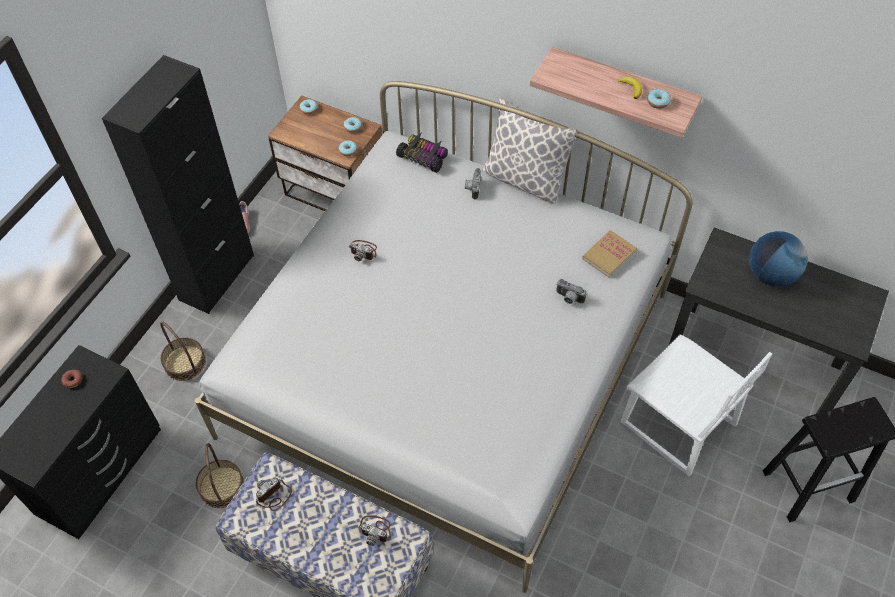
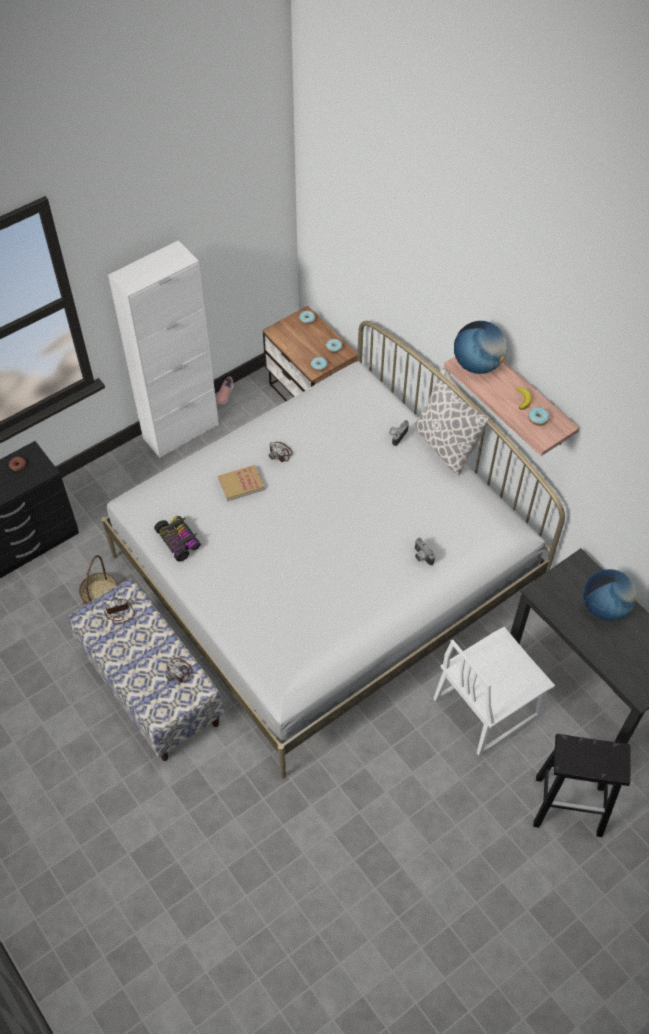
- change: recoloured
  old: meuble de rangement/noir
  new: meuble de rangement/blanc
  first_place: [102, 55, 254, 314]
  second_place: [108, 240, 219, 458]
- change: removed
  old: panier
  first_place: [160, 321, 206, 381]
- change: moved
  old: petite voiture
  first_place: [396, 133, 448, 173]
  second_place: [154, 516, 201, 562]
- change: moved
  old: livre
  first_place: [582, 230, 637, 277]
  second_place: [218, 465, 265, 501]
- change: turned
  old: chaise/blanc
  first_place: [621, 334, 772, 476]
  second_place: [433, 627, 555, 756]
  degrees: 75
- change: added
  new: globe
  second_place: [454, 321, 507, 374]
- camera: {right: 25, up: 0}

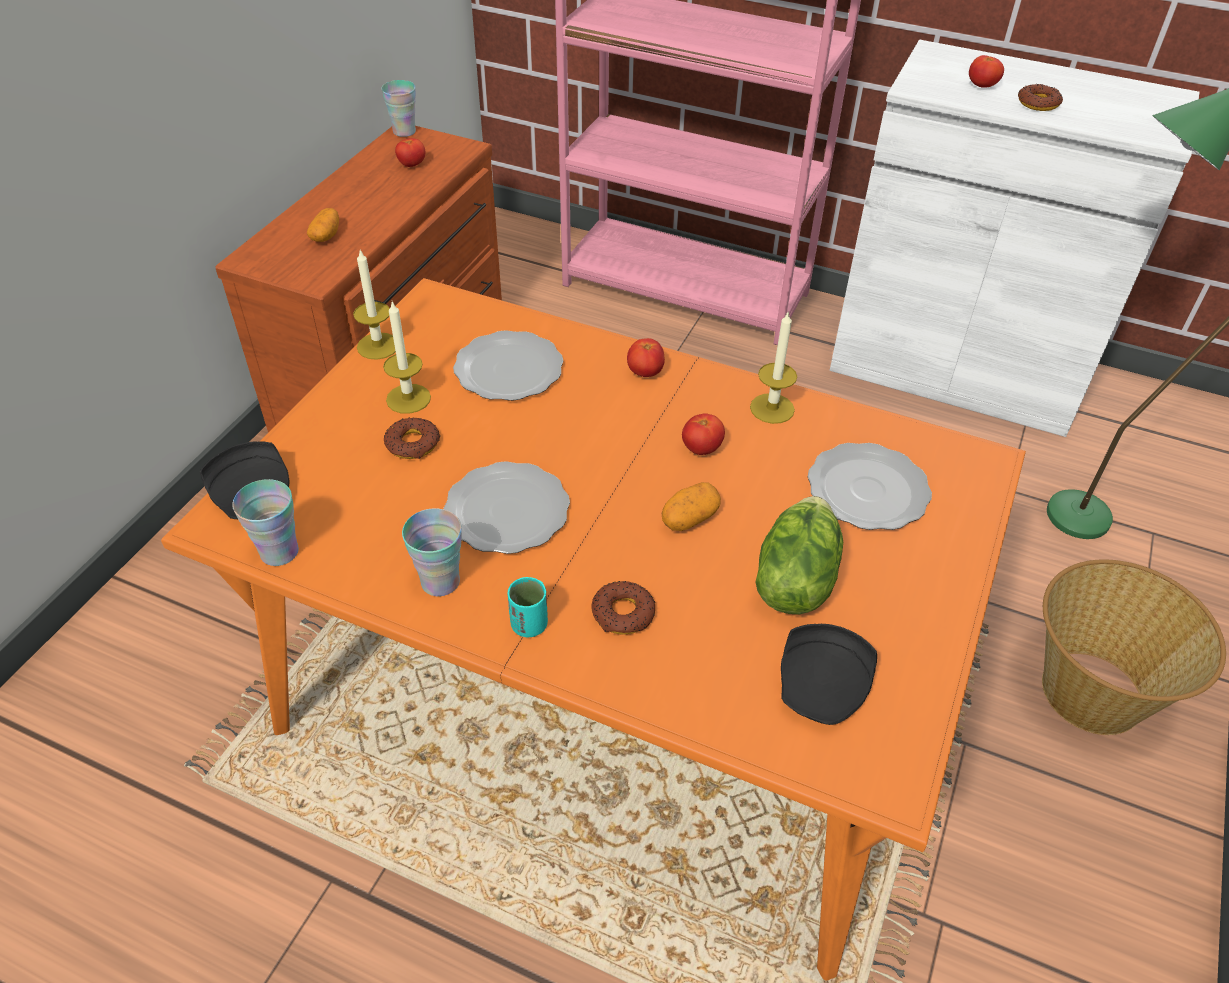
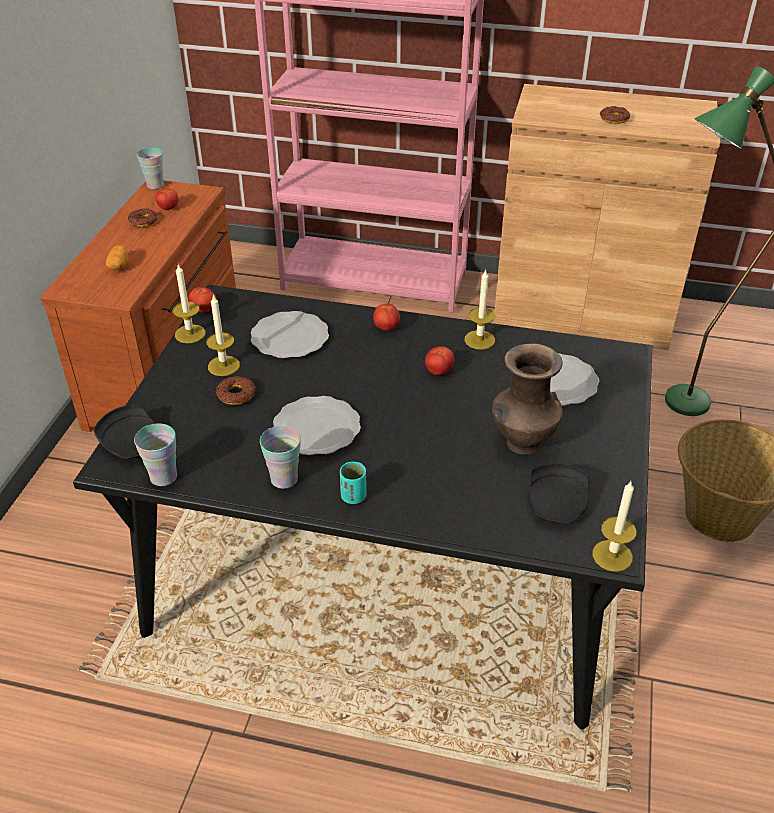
- change: recoloured
  old: table à manger/orange
  new: table à manger/noir
  first_place: [161, 278, 1026, 981]
  second_place: [73, 285, 652, 729]
- change: moved
  old: beignet
  first_place: [591, 581, 655, 635]
  second_place: [128, 208, 158, 227]
- change: removed
  old: pomme de terre
  first_place: [662, 482, 721, 531]
- change: replaced
  old: laitue
  new: vase/marron
  first_place: [755, 496, 843, 615]
  second_place: [492, 344, 563, 455]
- change: recoloured
  old: meuble de rangement/blanc
  new: meuble de rangement/marron
  first_place: [830, 40, 1200, 437]
  second_place: [493, 84, 720, 350]
- change: moved
  old: tomate
  first_place: [969, 55, 1004, 88]
  second_place: [189, 287, 217, 313]
- change: added
  new: bougie
  second_place: [592, 481, 637, 572]
- camera: {right: -10, up: -5}

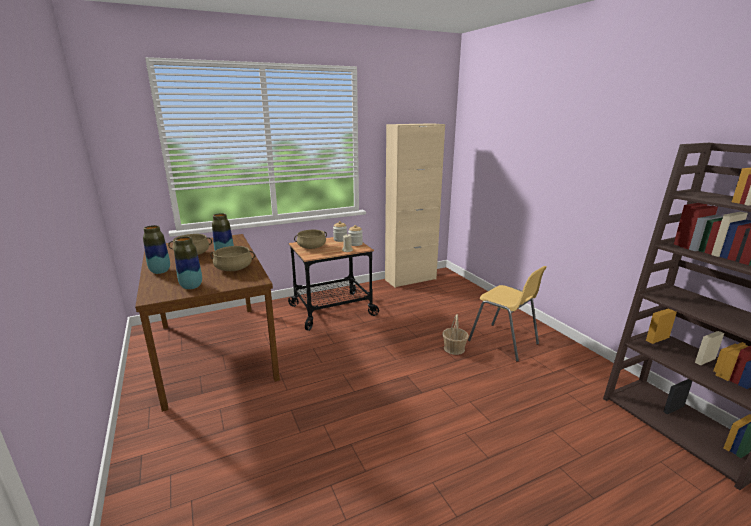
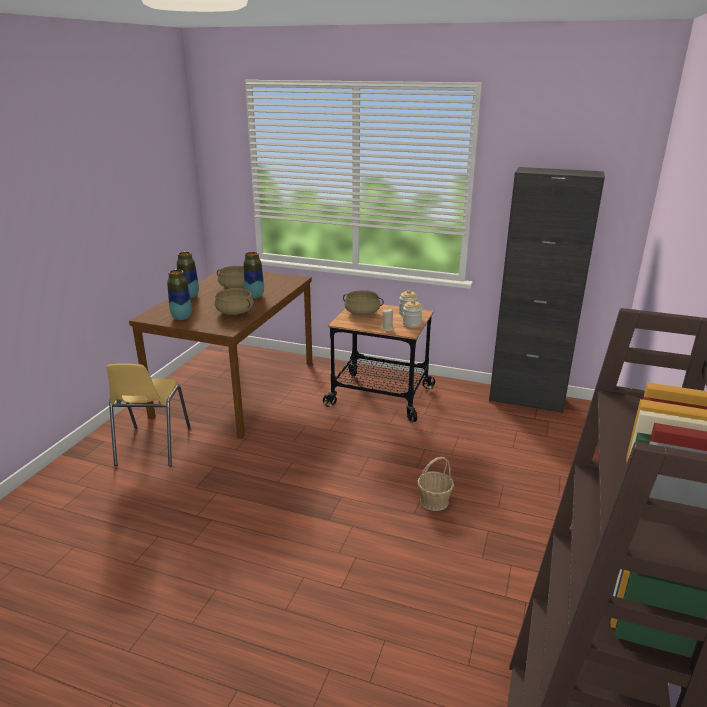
- change: recoloured
  old: meuble de rangement/beige
  new: meuble de rangement/noir
  first_place: [385, 123, 445, 288]
  second_place: [489, 167, 605, 414]
- change: moved
  old: chaise/jaune
  first_place: [468, 266, 547, 361]
  second_place: [107, 364, 191, 467]
- camera: {right: 45, up: 5}

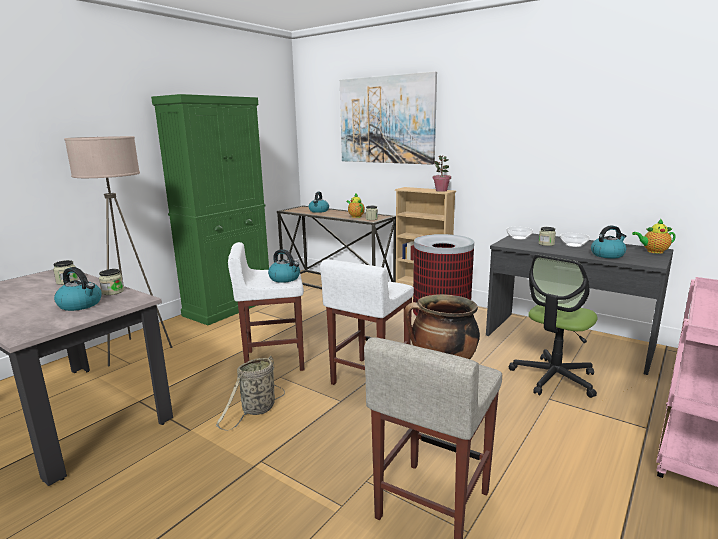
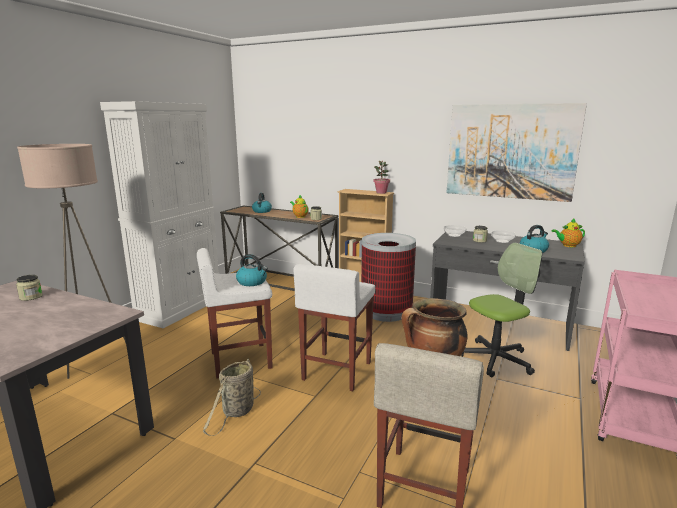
- change: removed
  old: bouilloire
  first_place: [54, 267, 102, 311]
- change: removed
  old: bocal
  first_place: [99, 269, 124, 295]
- change: recoloured
  old: meuble de rangement/vert
  new: meuble de rangement/blanc
  first_place: [151, 94, 269, 325]
  second_place: [100, 101, 219, 328]
- change: moved
  old: tableau
  first_place: [340, 71, 437, 165]
  second_place: [446, 103, 587, 202]
- change: turned
  old: chaise de bureau
  first_place: [509, 255, 597, 398]
  second_place: [461, 243, 542, 377]
  degrees: -150
- camera: {right: -10, up: 0}

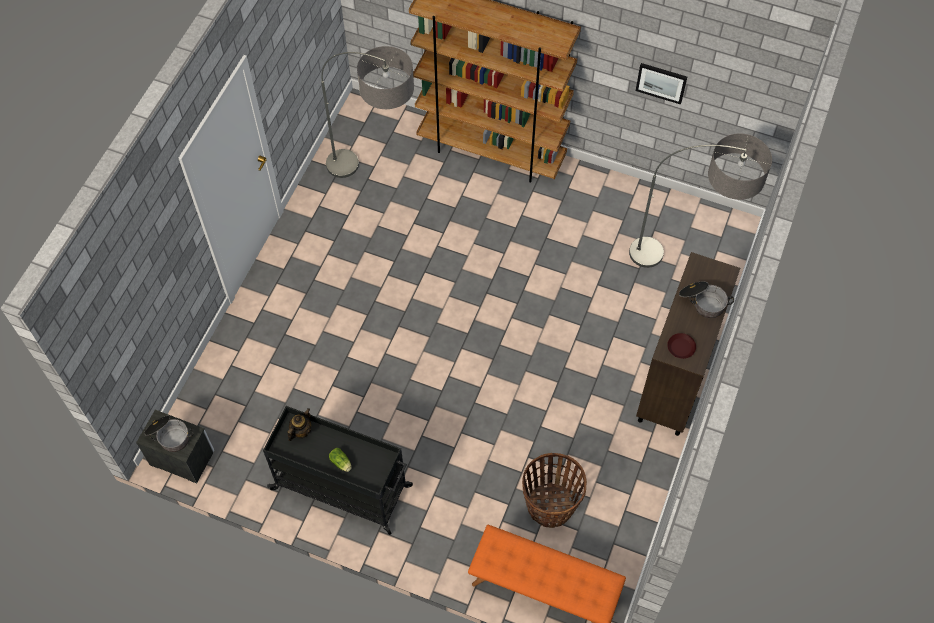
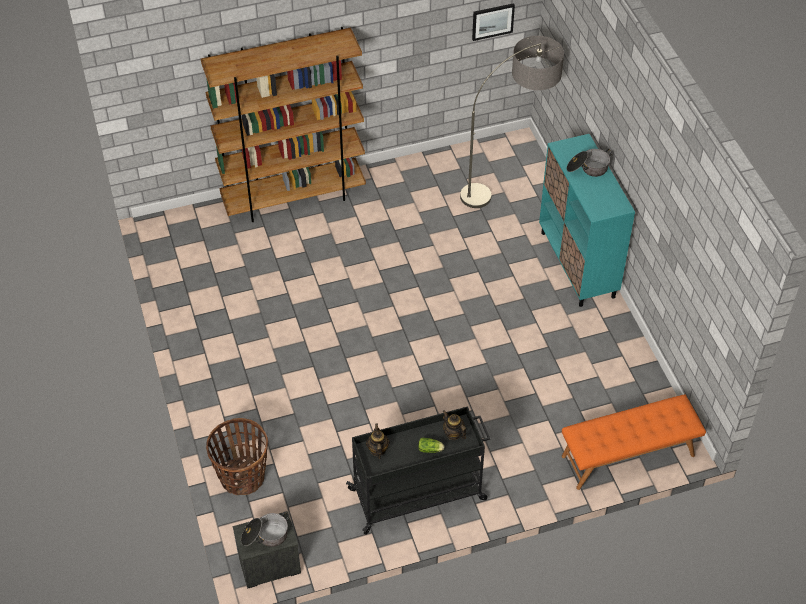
- change: removed
  old: lampadaire
  first_place: [321, 46, 414, 178]
- change: moved
  old: panier
  first_place: [522, 453, 587, 528]
  second_place: [206, 418, 268, 495]
- change: moved
  old: tableau
  first_place: [636, 63, 687, 105]
  second_place: [472, 3, 515, 41]
- change: recoloured
  old: meuble de rangement/marron
  new: meuble de rangement/turquoise
  first_place: [636, 252, 740, 436]
  second_place: [539, 134, 635, 307]
- change: removed
  old: assiette/marron
  first_place: [667, 333, 696, 359]
- change: added
  new: théière
  second_place: [443, 410, 466, 440]
- camera: {right: -40, up: -10}

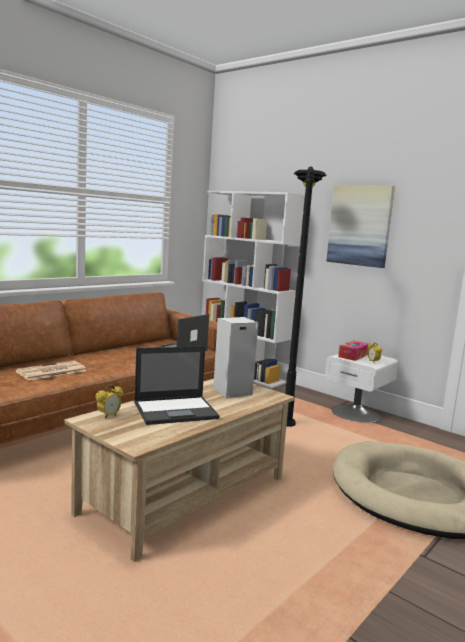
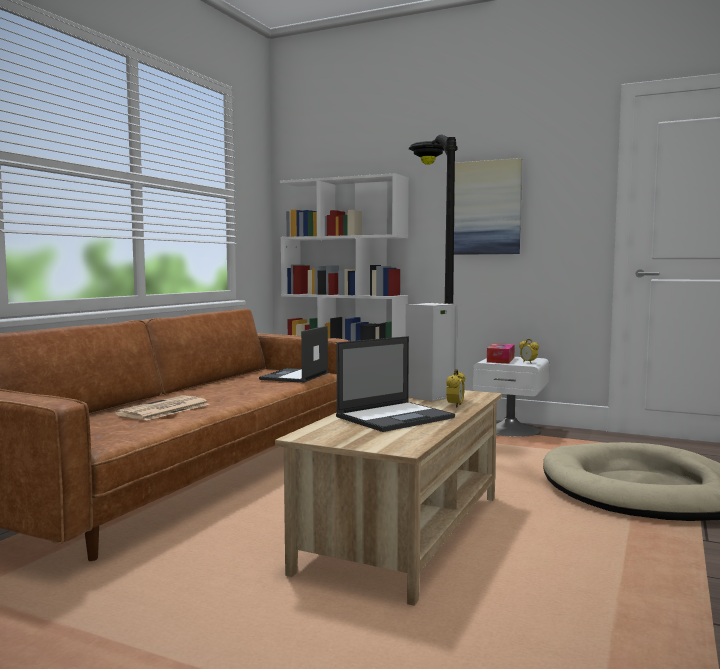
- change: moved
  old: réveil
  first_place: [95, 385, 123, 419]
  second_place: [446, 369, 466, 408]
- camera: {right: -15, up: -5}

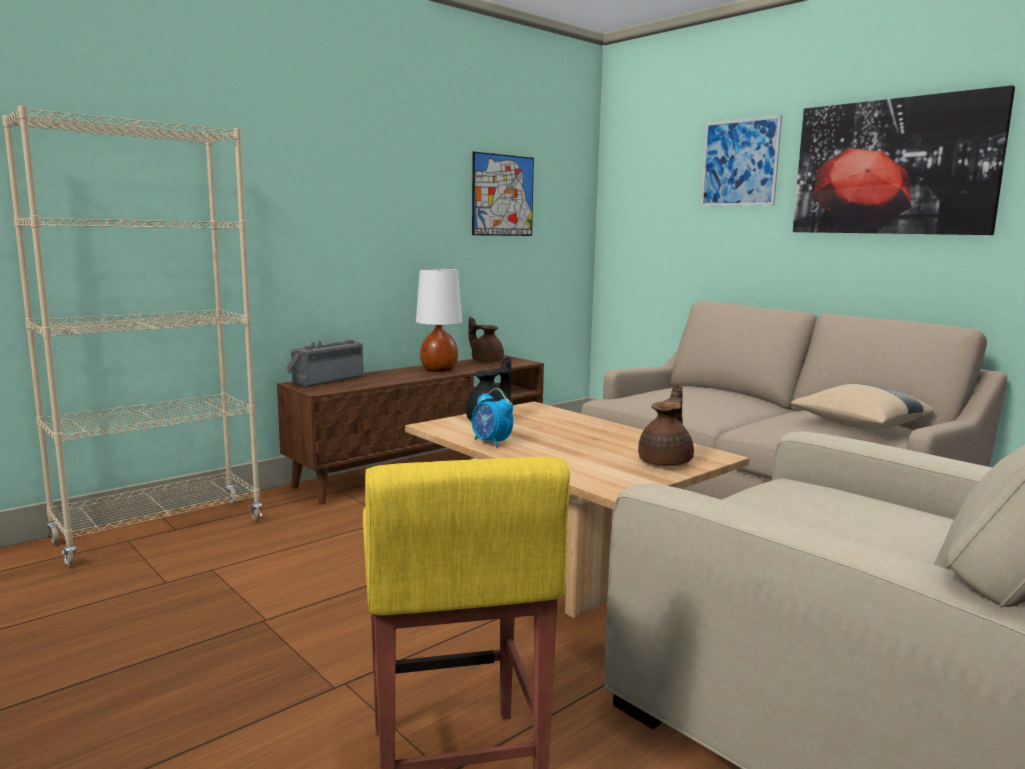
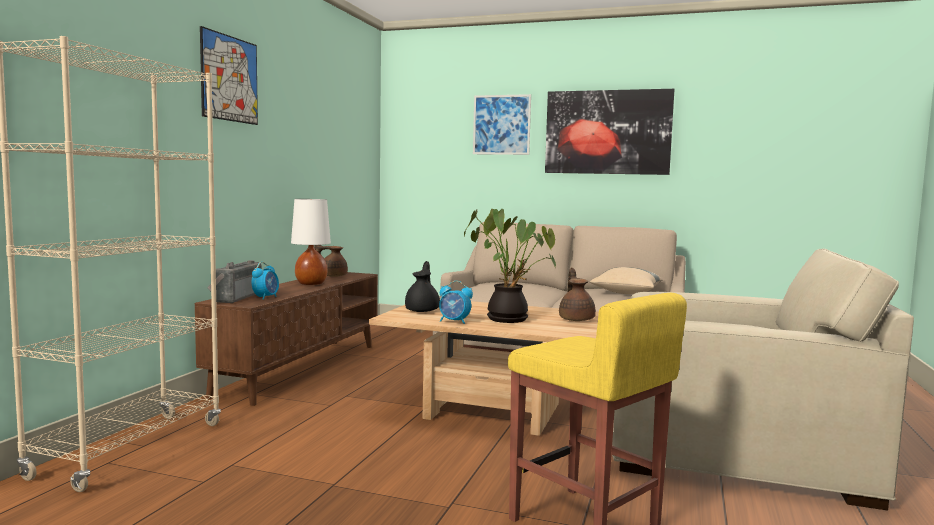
- change: moved
  old: tableau
  first_place: [472, 152, 534, 236]
  second_place: [200, 26, 258, 125]
- change: added
  new: réveil
  second_place: [252, 262, 279, 300]
- change: added
  new: plante en pot
  second_place: [464, 209, 556, 323]
- camera: {right: -30, up: -5}

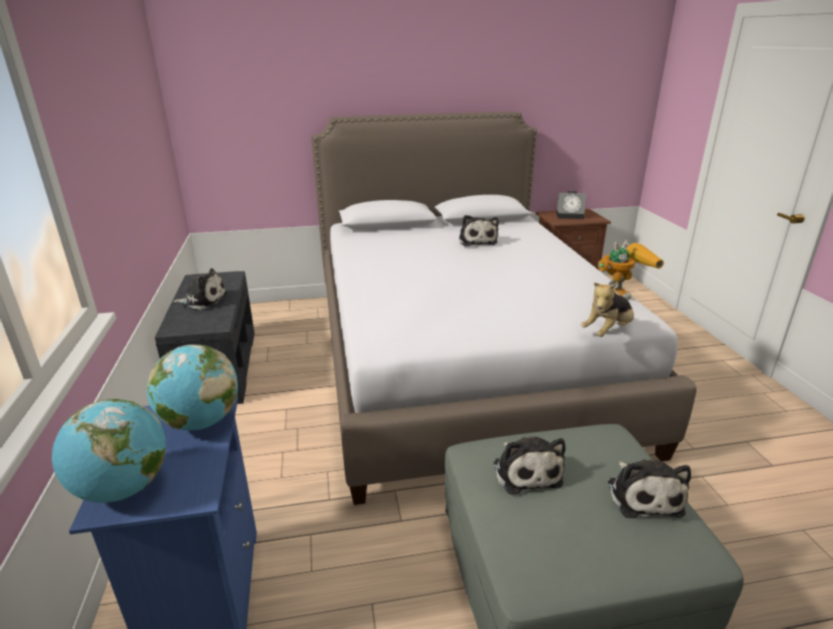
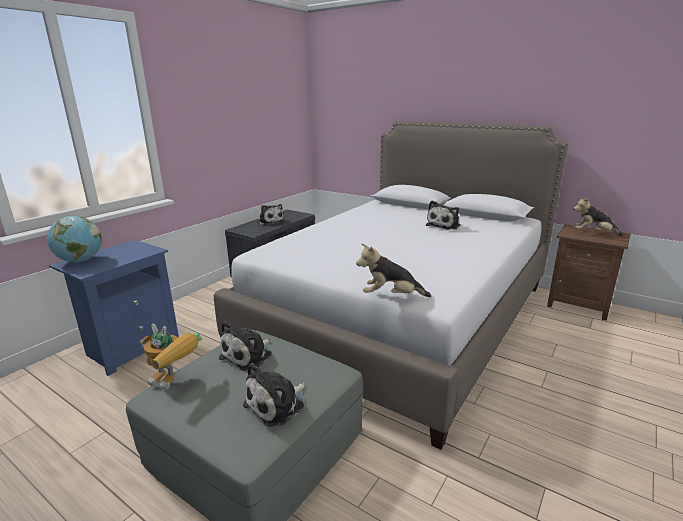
- change: removed
  old: globe
  first_place: [147, 344, 238, 430]
- change: replaced
  old: réveil
  new: peluche
  first_place: [556, 191, 586, 219]
  second_place: [573, 197, 623, 236]
- change: moved
  old: robot jouet
  first_place: [598, 240, 664, 300]
  second_place: [140, 324, 202, 390]
- camera: {right: 45, up: -5}

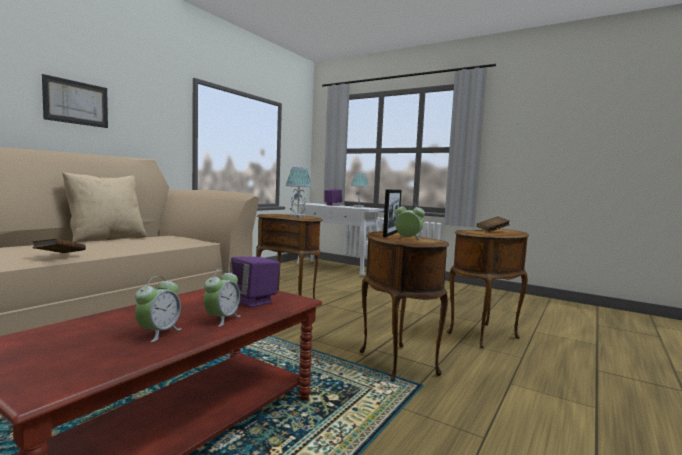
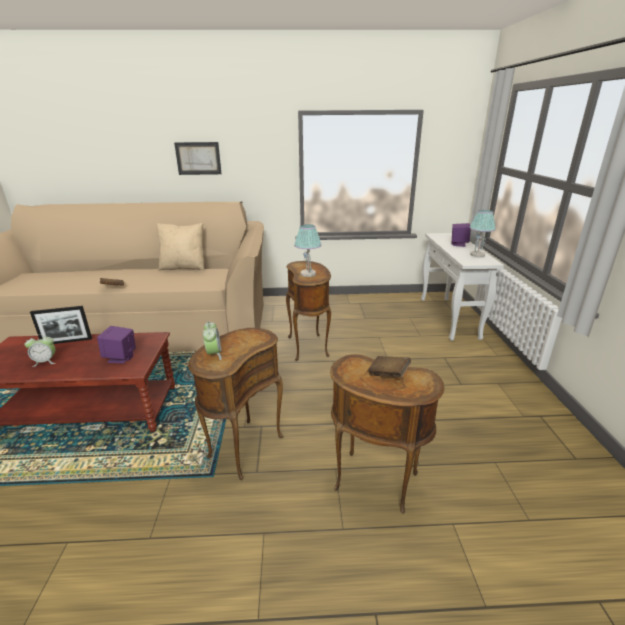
- change: removed
  old: réveil
  first_place: [204, 268, 241, 327]
- change: moved
  old: cadre photo
  first_place: [383, 189, 402, 237]
  second_place: [30, 306, 92, 344]
- camera: {right: 55, up: 20}

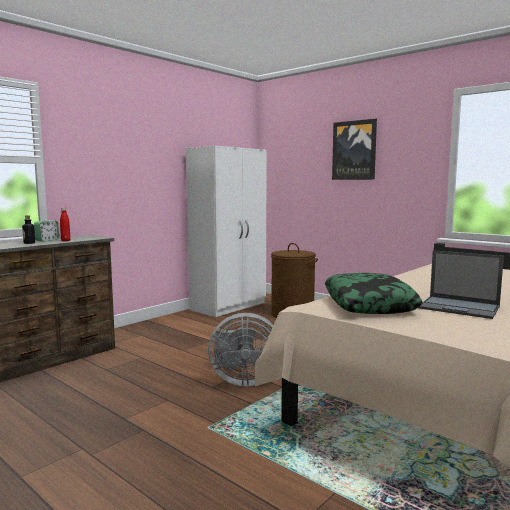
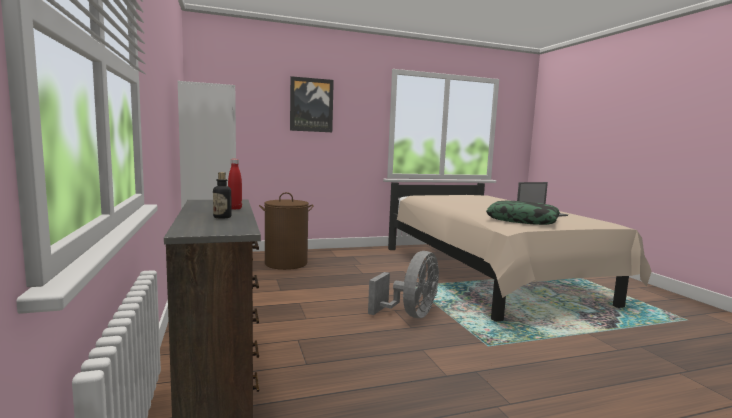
- change: removed
  old: réveil
  first_place: [34, 220, 59, 242]
- camera: {right: -60, up: 0}

